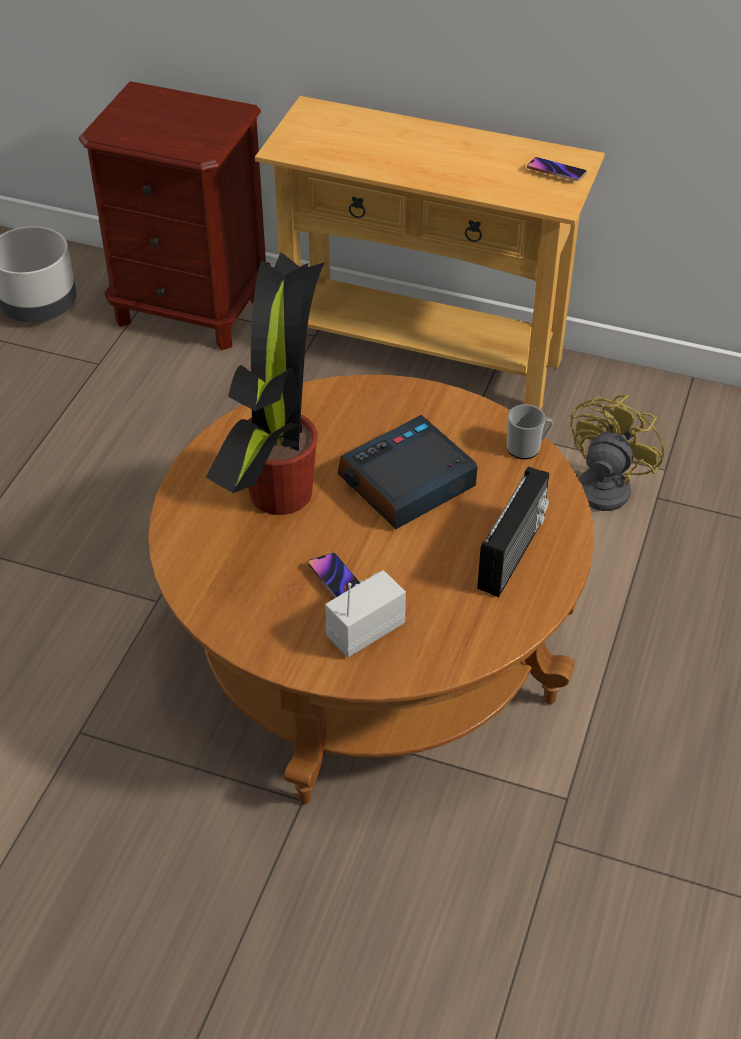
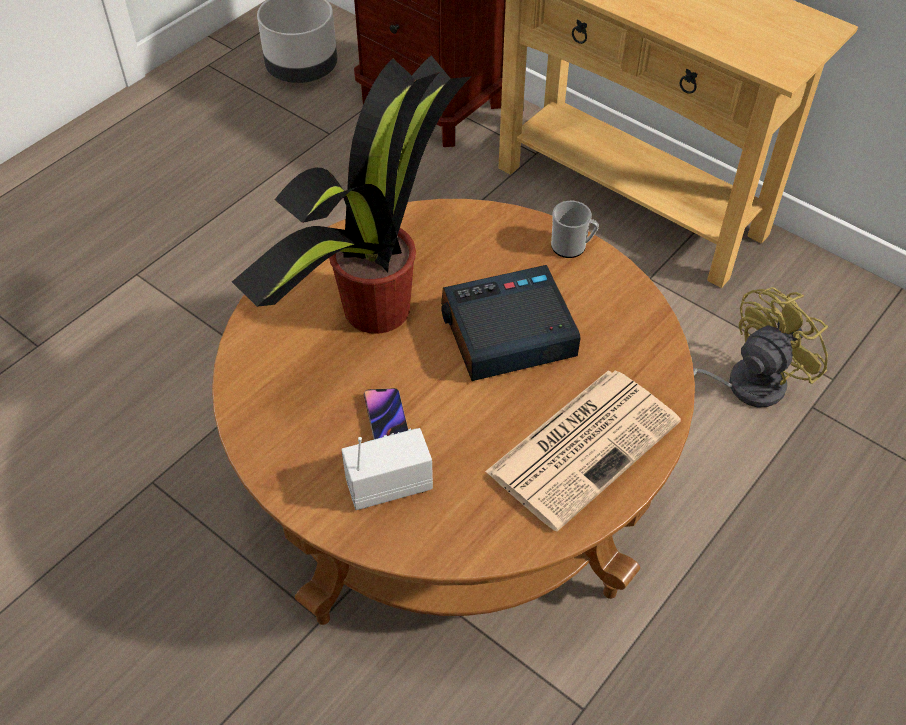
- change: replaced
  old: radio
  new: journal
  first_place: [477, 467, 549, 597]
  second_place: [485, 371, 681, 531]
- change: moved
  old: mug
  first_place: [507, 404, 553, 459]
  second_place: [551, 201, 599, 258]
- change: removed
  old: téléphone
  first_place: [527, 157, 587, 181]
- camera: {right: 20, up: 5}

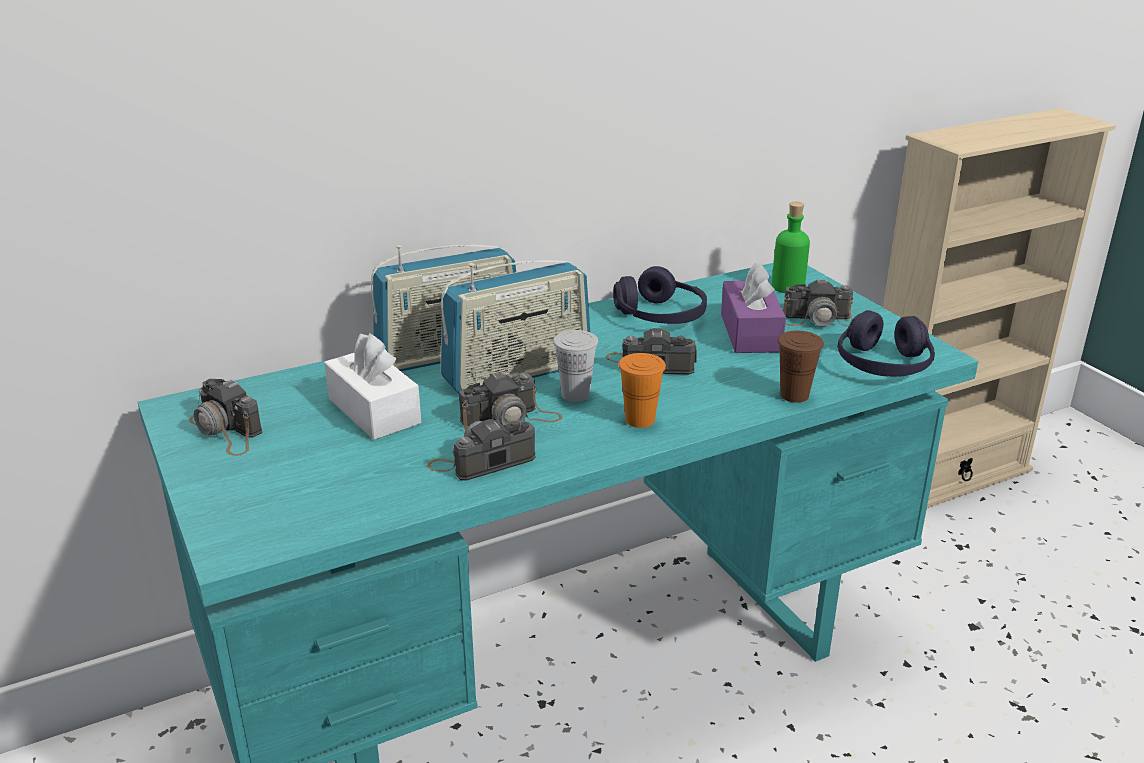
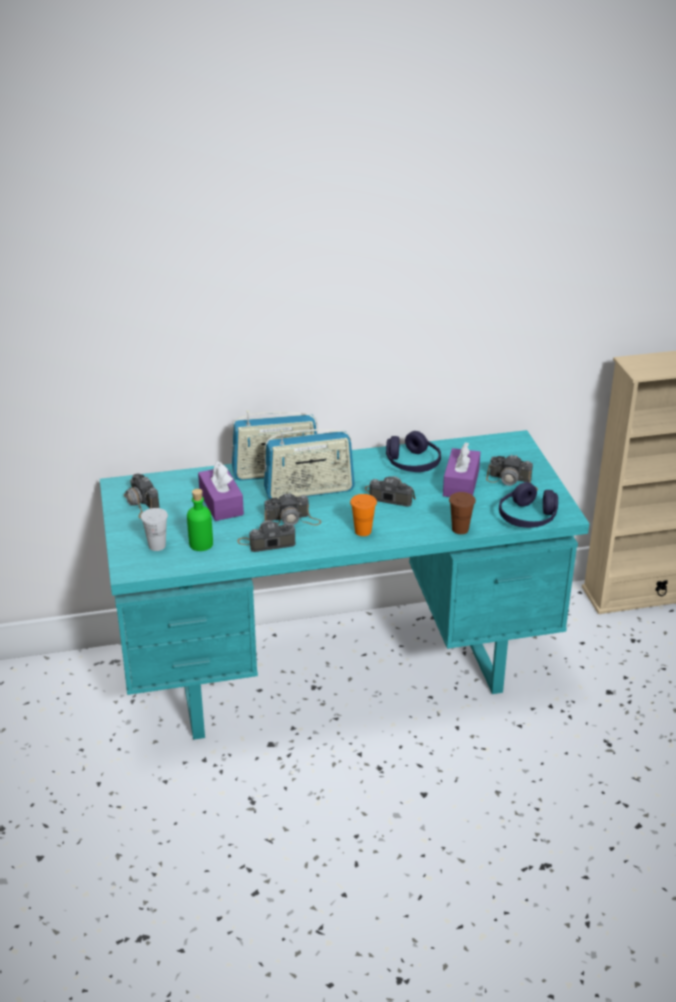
- change: recoloured
  old: boîte à mouchoirs/blanc
  new: boîte à mouchoirs/violet
  first_place: [324, 333, 421, 440]
  second_place: [198, 461, 244, 521]
- change: moved
  old: tasse/blanc
  first_place: [553, 330, 598, 402]
  second_place: [141, 508, 168, 551]
- change: moved
  old: bouteille/vert
  first_place: [772, 202, 810, 293]
  second_place: [187, 489, 213, 551]
- camera: {right: 15, up: 5}

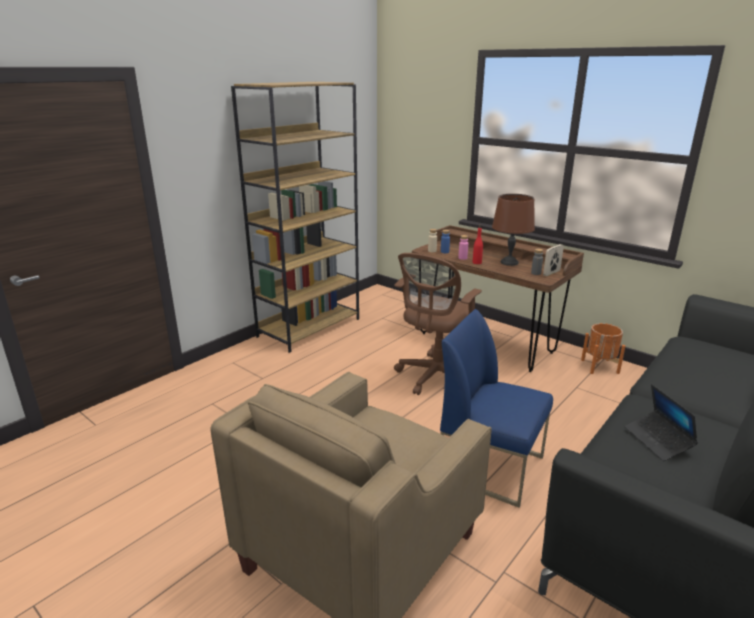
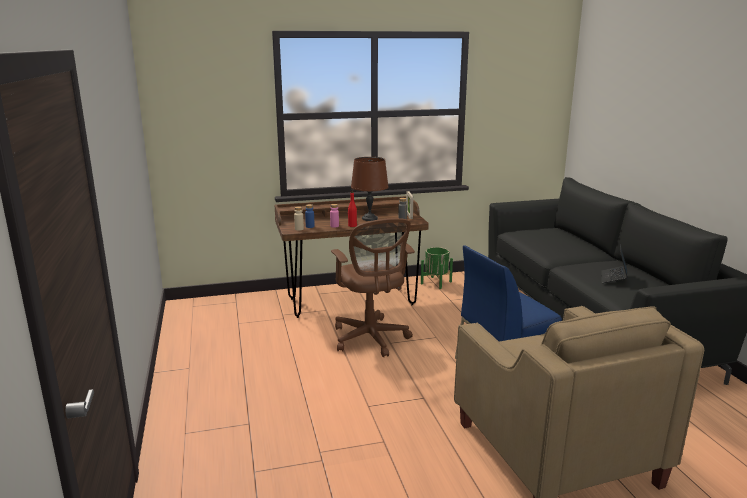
- change: removed
  old: bibliothèque/marron
  first_place: [231, 82, 359, 353]
- change: recoloured
  old: cache-pot/orange
  new: cache-pot/vert
  first_place: [581, 323, 625, 374]
  second_place: [421, 247, 453, 289]
- change: turned
  old: ordinateur portable
  first_place: [624, 384, 698, 461]
  second_place: [602, 244, 628, 283]
  degrees: 90
- camera: {right: -55, up: -5}

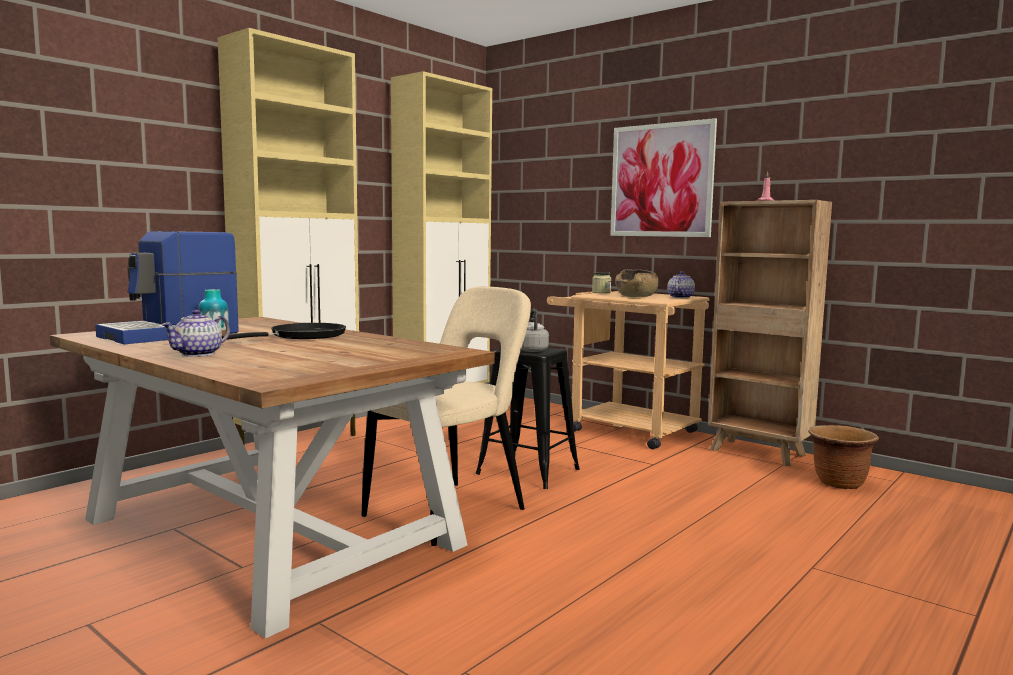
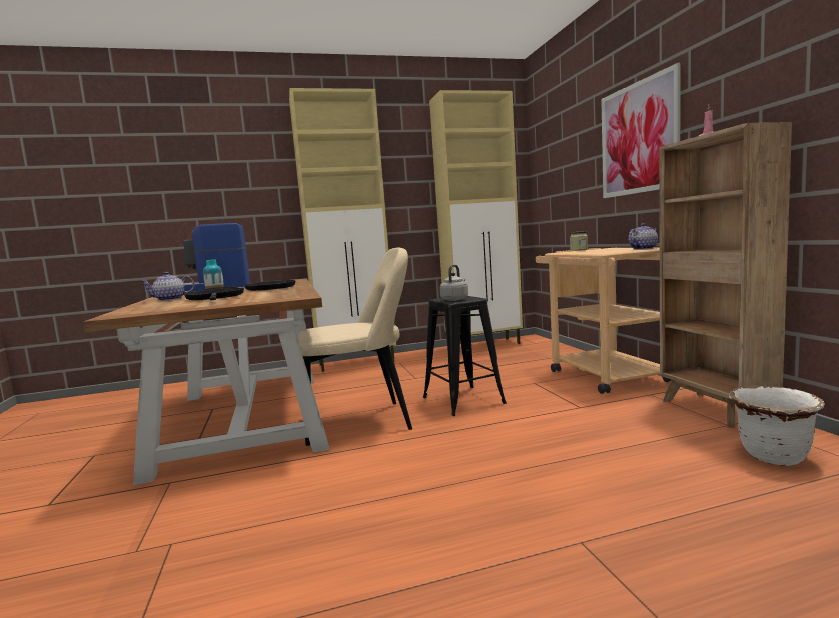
- change: removed
  old: bol/marron
  first_place: [615, 269, 659, 297]
- change: recoloured
  old: cache-pot/marron
  new: cache-pot/blanc
  first_place: [808, 425, 879, 489]
  second_place: [729, 386, 825, 466]
- change: added
  new: poêle/noir
  second_place: [184, 287, 244, 300]
- camera: {right: 35, up: 0}

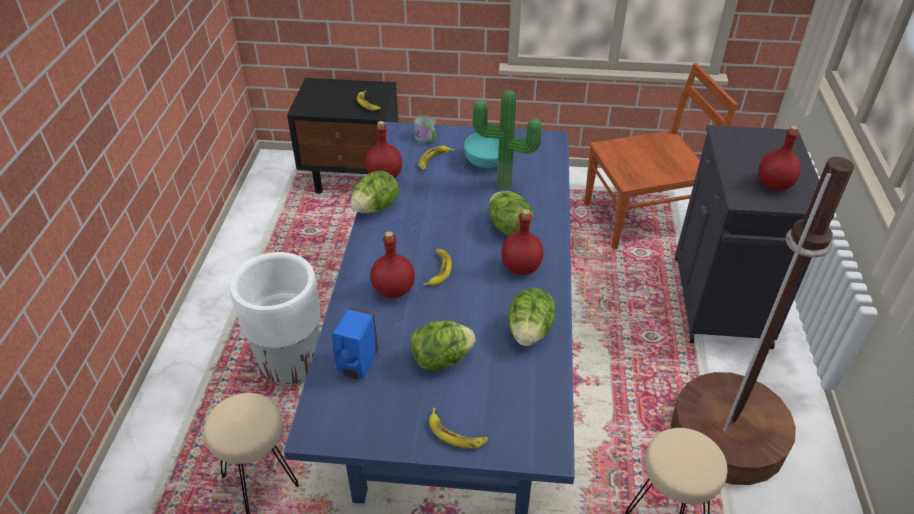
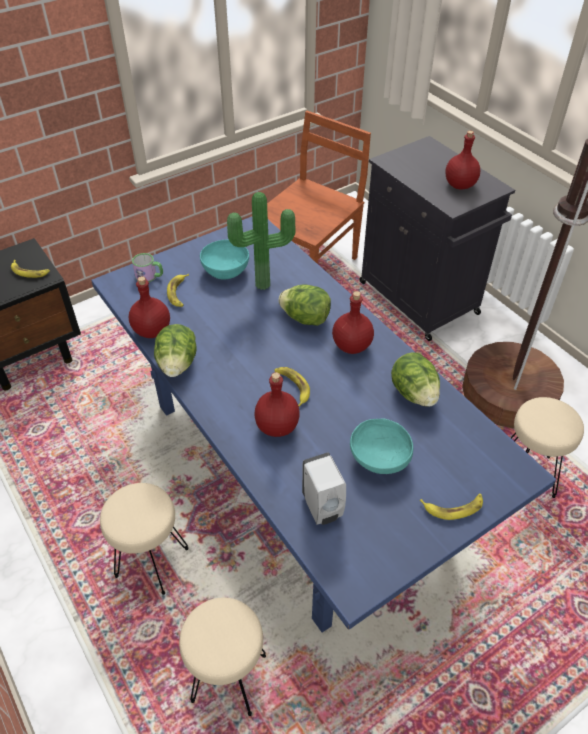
- change: replaced
  old: cache-pot/blanc
  new: tabouret/beige
  first_place: [230, 252, 321, 387]
  second_place: [100, 483, 189, 595]
- change: recoloured
  old: distributeur de savon/bleu
  new: distributeur de savon/blanc
  first_place: [332, 307, 378, 379]
  second_place: [302, 452, 346, 525]
- change: replaced
  old: laitue
  new: bol/turquoise
  first_place: [411, 321, 475, 371]
  second_place: [350, 419, 413, 474]
- camera: {right: -40, up: 5}

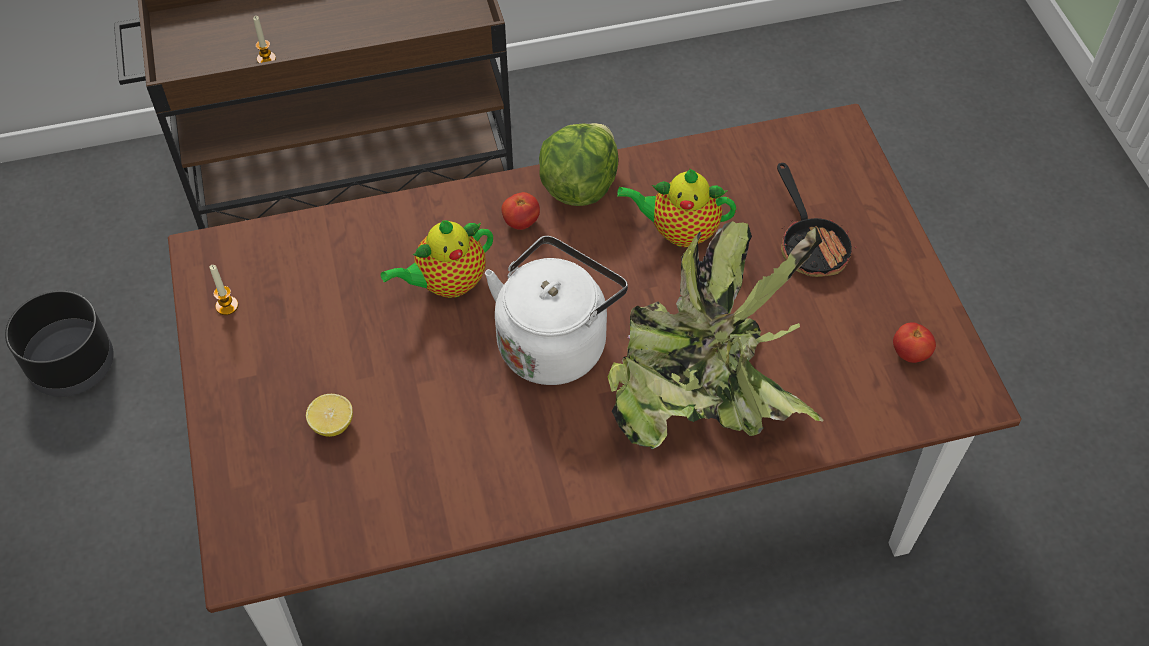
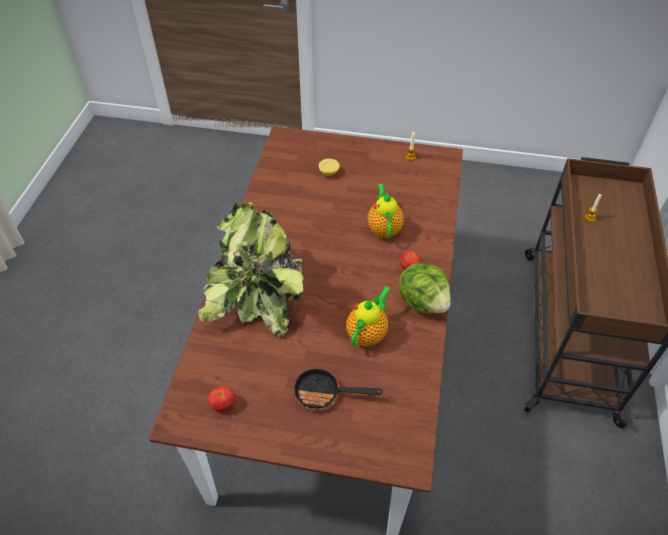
- change: removed
  old: cache-pot/noir
  first_place: [5, 291, 114, 397]
- change: removed
  old: bouilloire/blanc
  first_place: [485, 236, 628, 385]
- camera: {right: 115, up: -5}

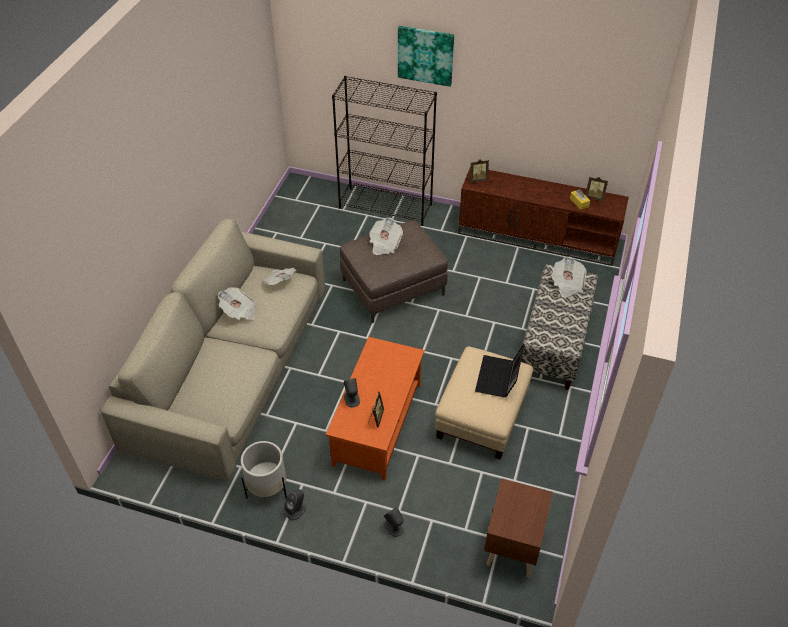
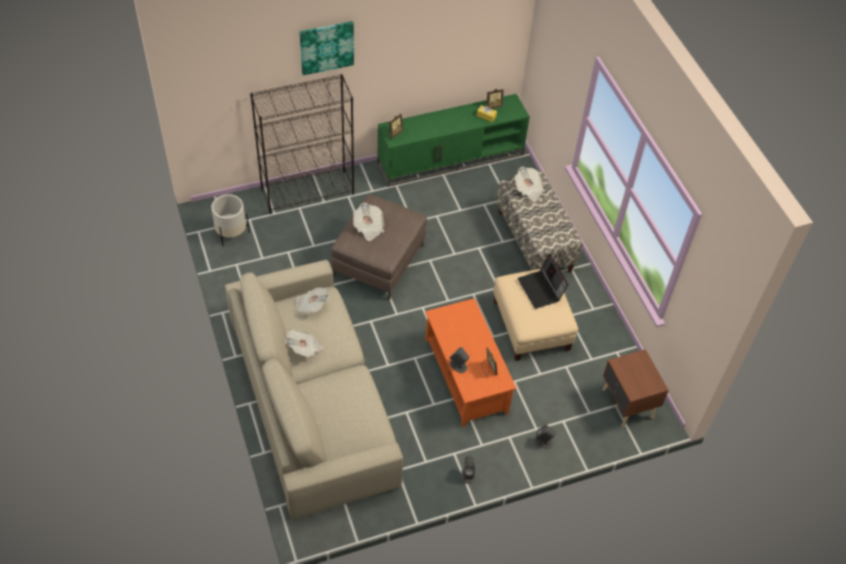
- change: moved
  old: cache-pot/blanc
  first_place: [241, 441, 287, 498]
  second_place: [211, 194, 250, 246]
- change: recoloured
  old: meuble télé/marron
  new: meuble télé/vert
  first_place: [458, 166, 629, 266]
  second_place: [377, 94, 530, 187]
- camera: {right: -40, up: 5}

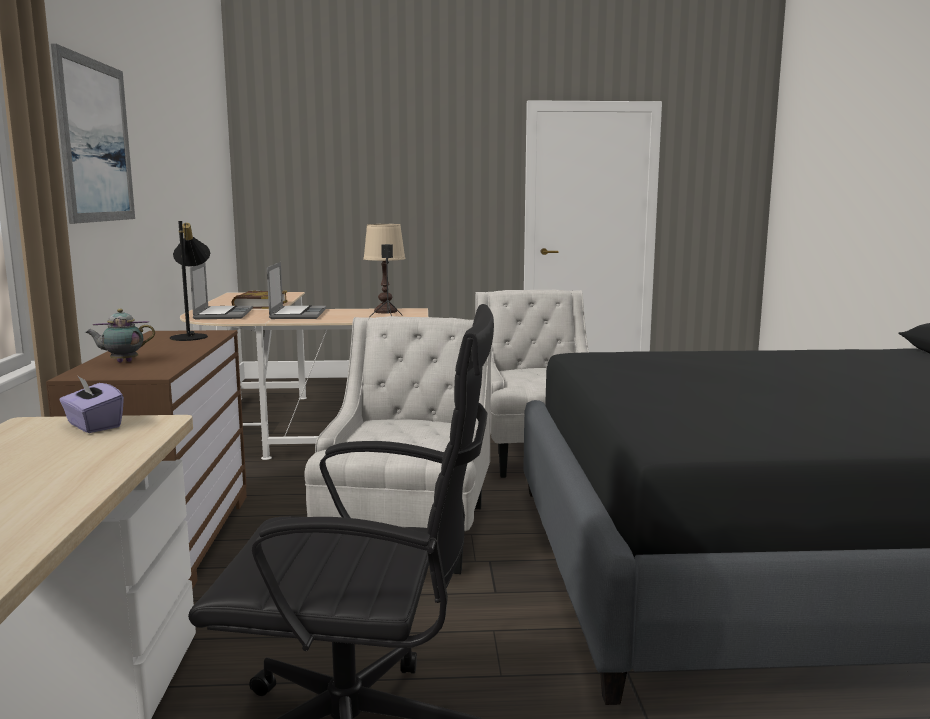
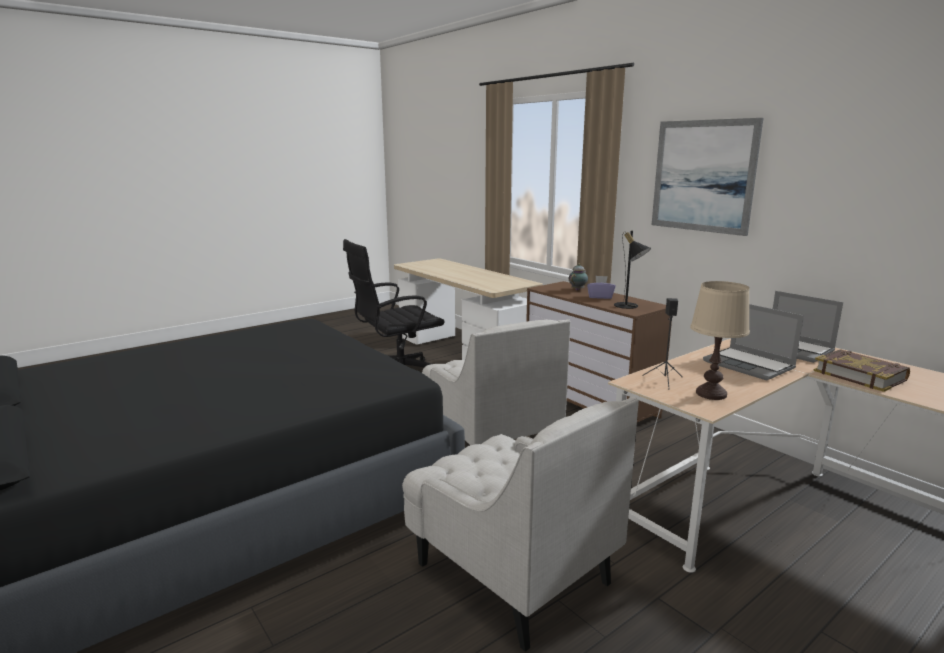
- change: moved
  old: boîte à mouchoirs/violet
  first_place: [59, 375, 124, 433]
  second_place: [587, 276, 615, 299]
- camera: {right: 145, up: 5}

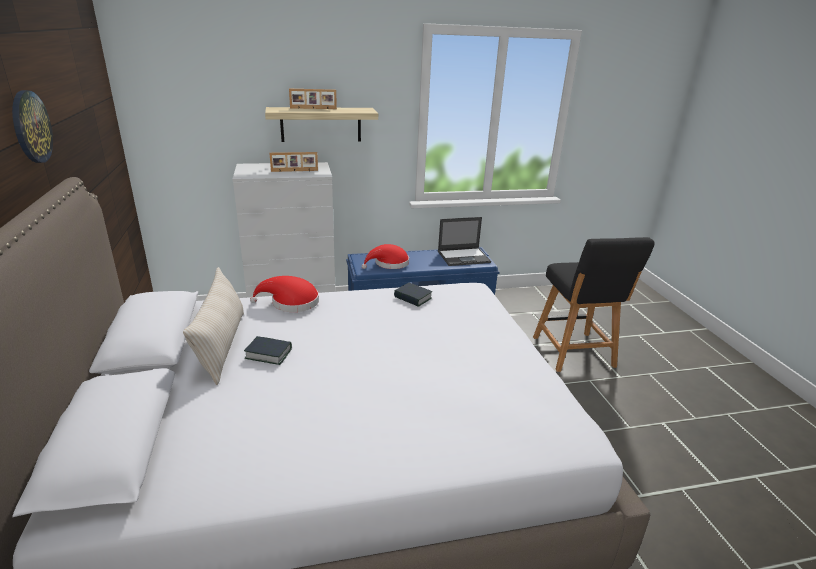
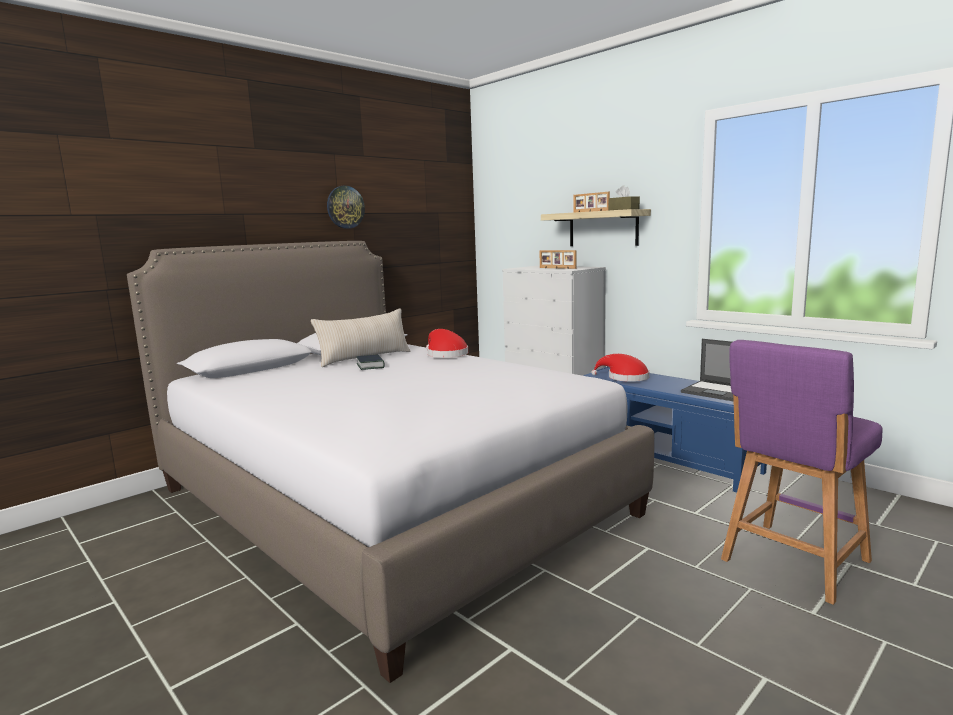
- change: removed
  old: livre
  first_place: [394, 283, 432, 307]
- change: recoloured
  old: tabouret/noir
  new: tabouret/violet
  first_place: [533, 237, 655, 372]
  second_place: [721, 340, 882, 605]
- change: added
  new: boîte à mouchoirs/marron
  second_place: [609, 185, 640, 210]
- camera: {right: 60, up: -15}

